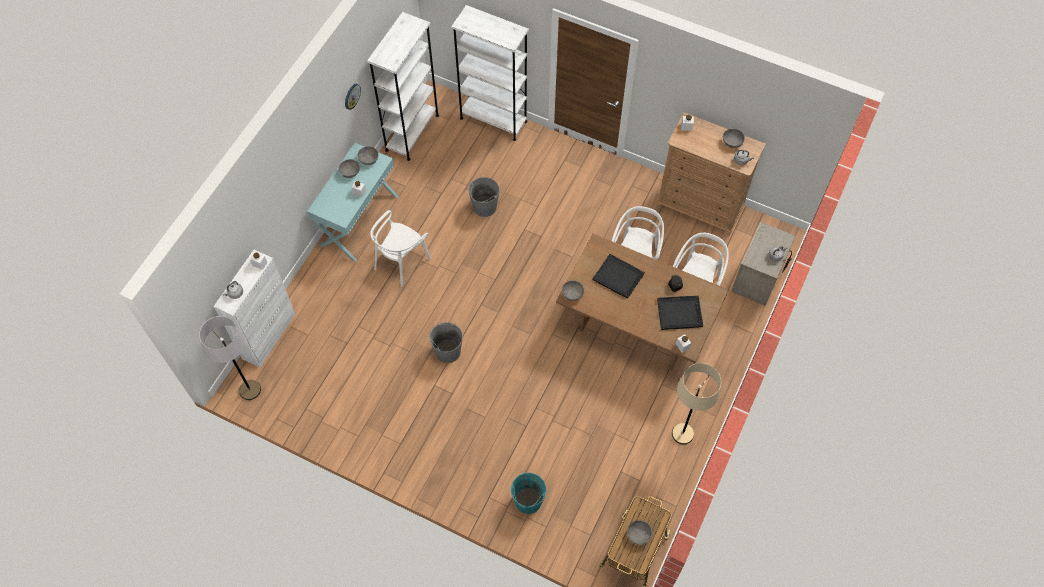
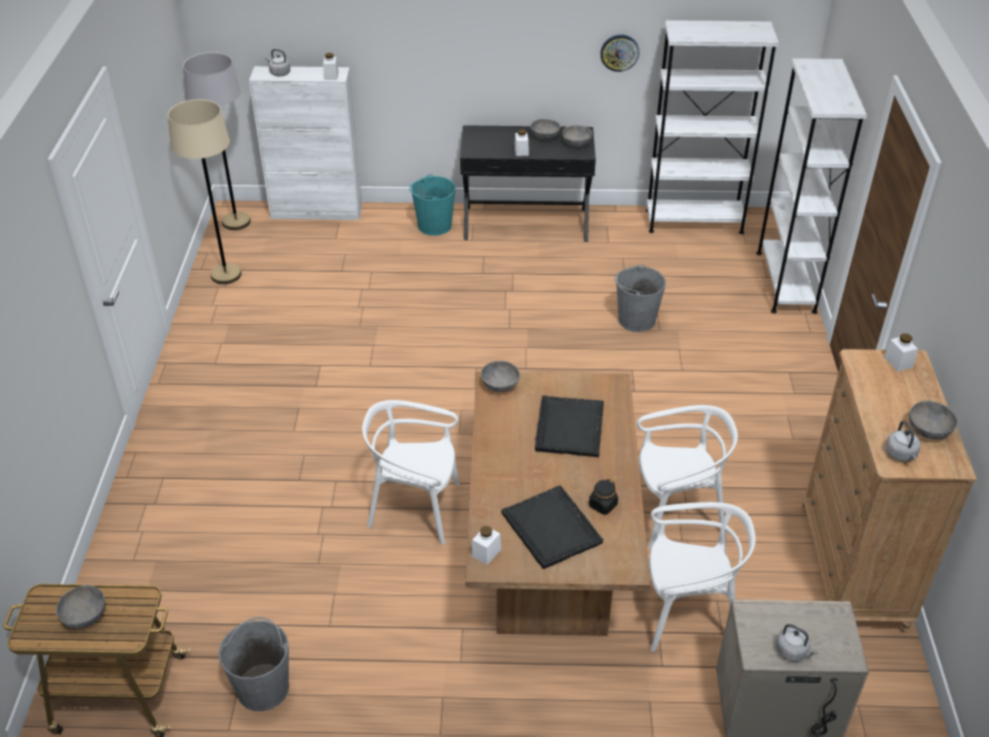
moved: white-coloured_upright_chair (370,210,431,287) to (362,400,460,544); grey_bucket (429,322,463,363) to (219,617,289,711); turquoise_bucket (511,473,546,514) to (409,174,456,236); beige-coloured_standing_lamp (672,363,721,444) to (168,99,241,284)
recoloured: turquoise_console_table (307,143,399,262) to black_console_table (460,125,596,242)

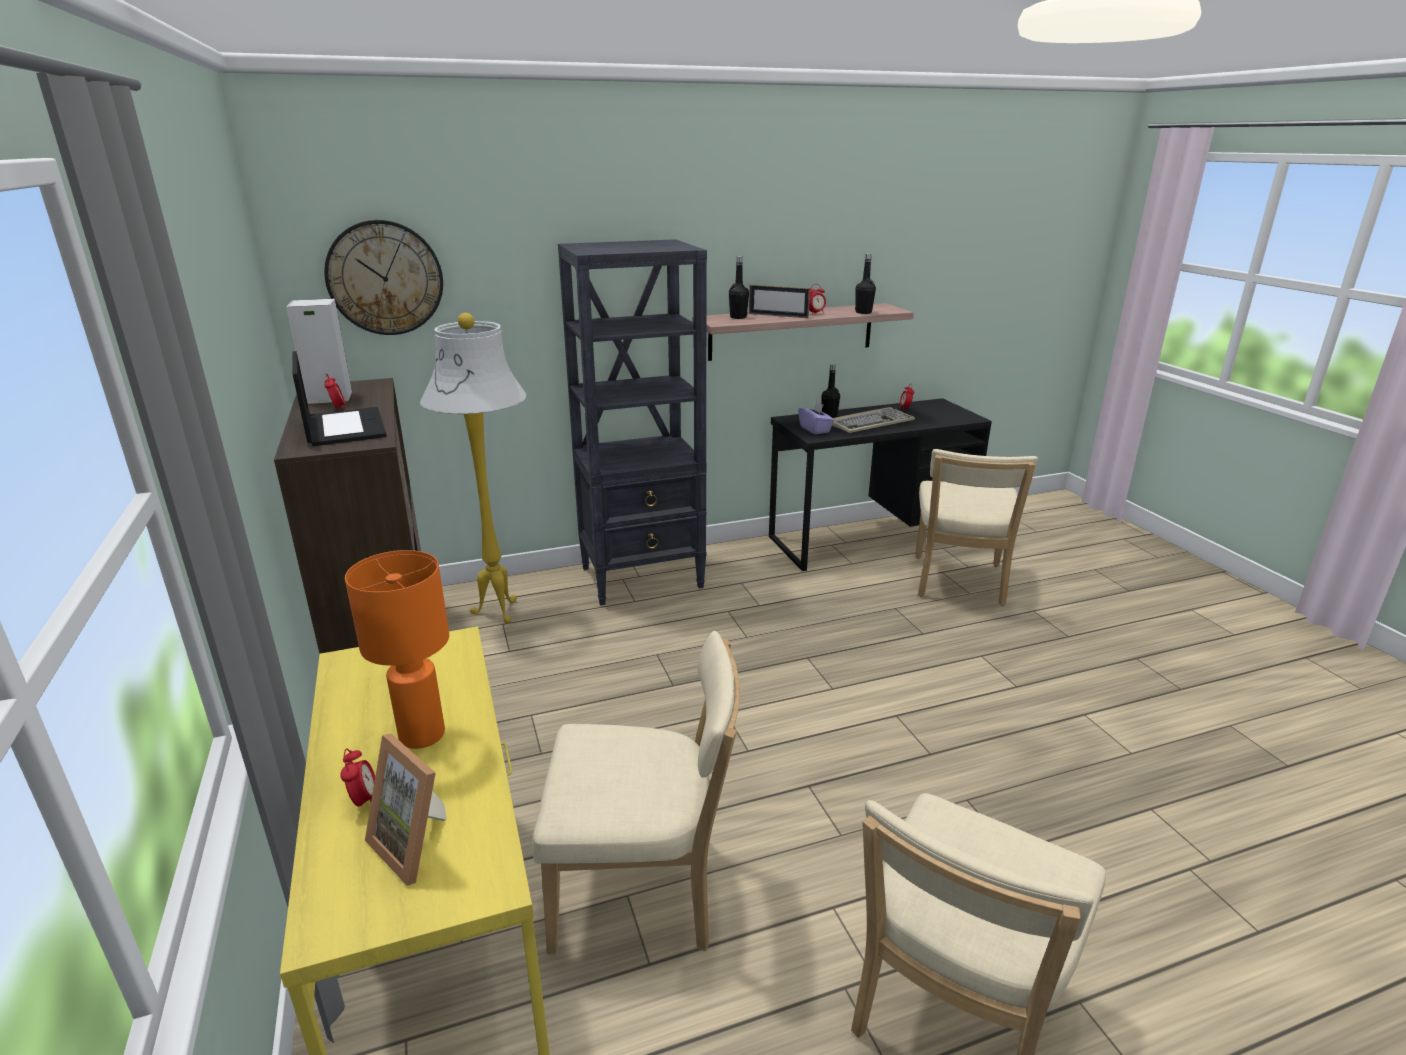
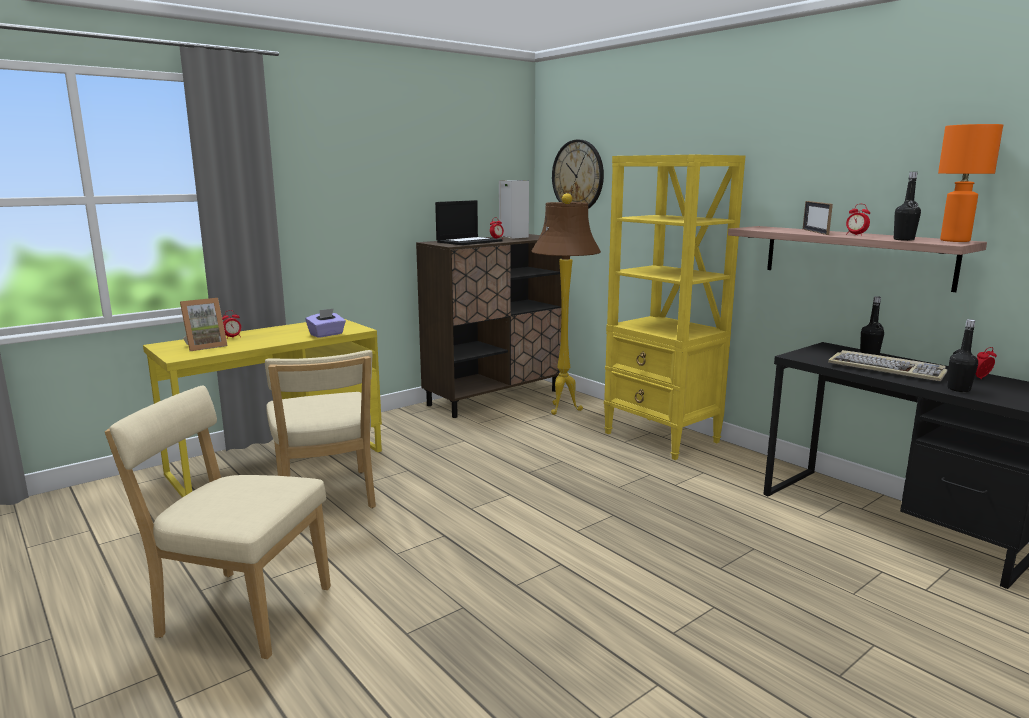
removed: beige-coloured_upright_chair (916,449,1038,606)
moved: orange-coloured_table_lamp (345,550,449,749) to (938,124,1003,242); black_beverage_bottle (729,256,749,319) to (947,319,978,392); purple-coloured_box_of_tissues (798,401,834,435) to (305,308,346,338)
recoloured: white-coloured_standing_lamp (420,313,526,624) to brown_standing_lamp (531,193,601,415); black_bookshelf (558,239,707,605) to yellow-coloured_bookshelf (604,155,745,460)
turned: photo_frame (365,733,447,886) = (180,298,228,351) 150 degrees counterclockwise

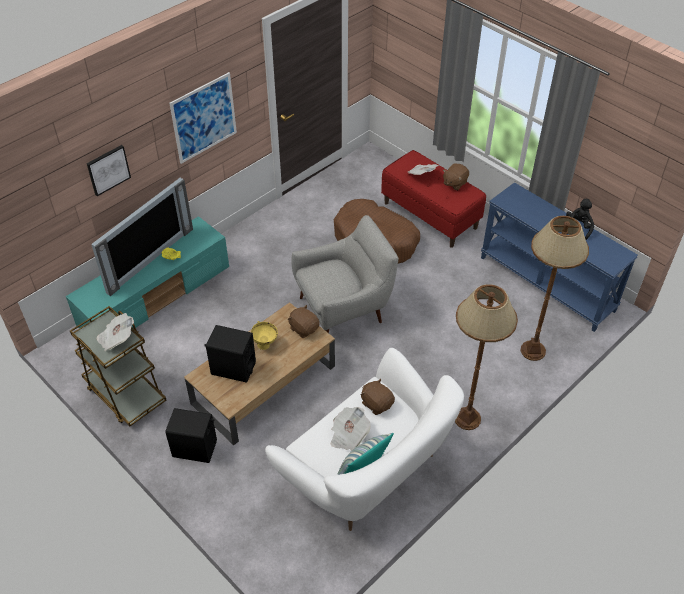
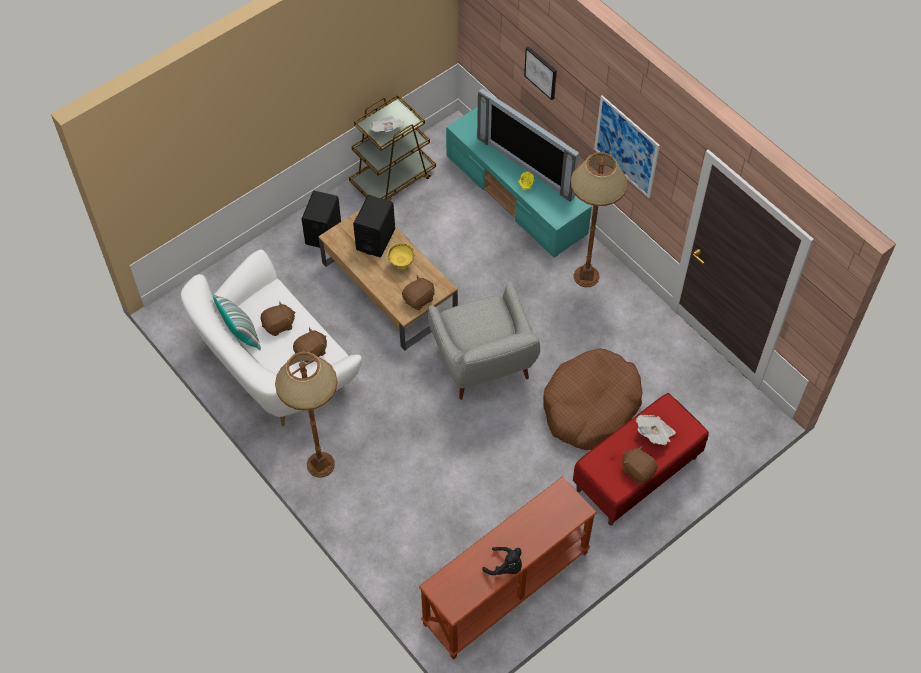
moved: brown_standing_lamp (520,216,589,361) to (571,152,627,287)
replaced: daily_paper (330,407,371,451) to brown_cuddly_toy (260,302,295,336)
recoloured: blue-coloured_console_table (481,182,638,332) to brown_console_table (419,476,596,660)

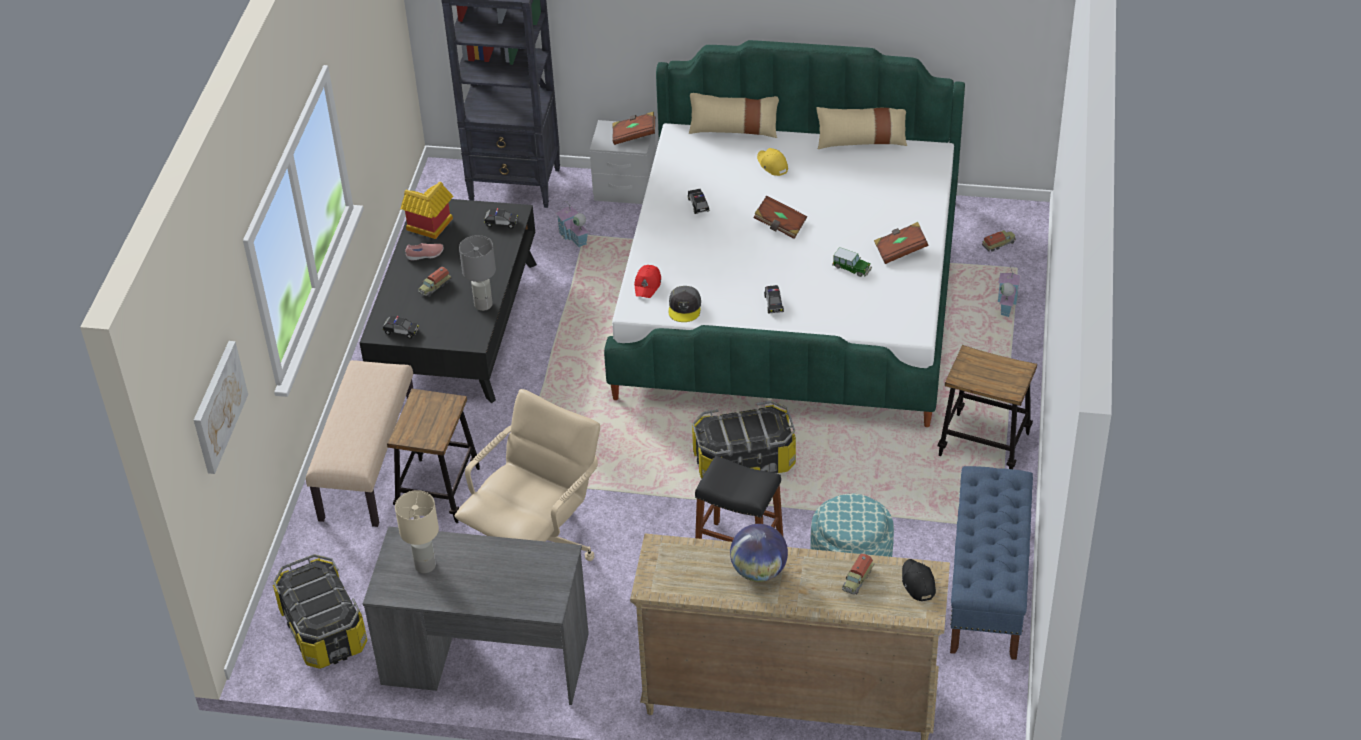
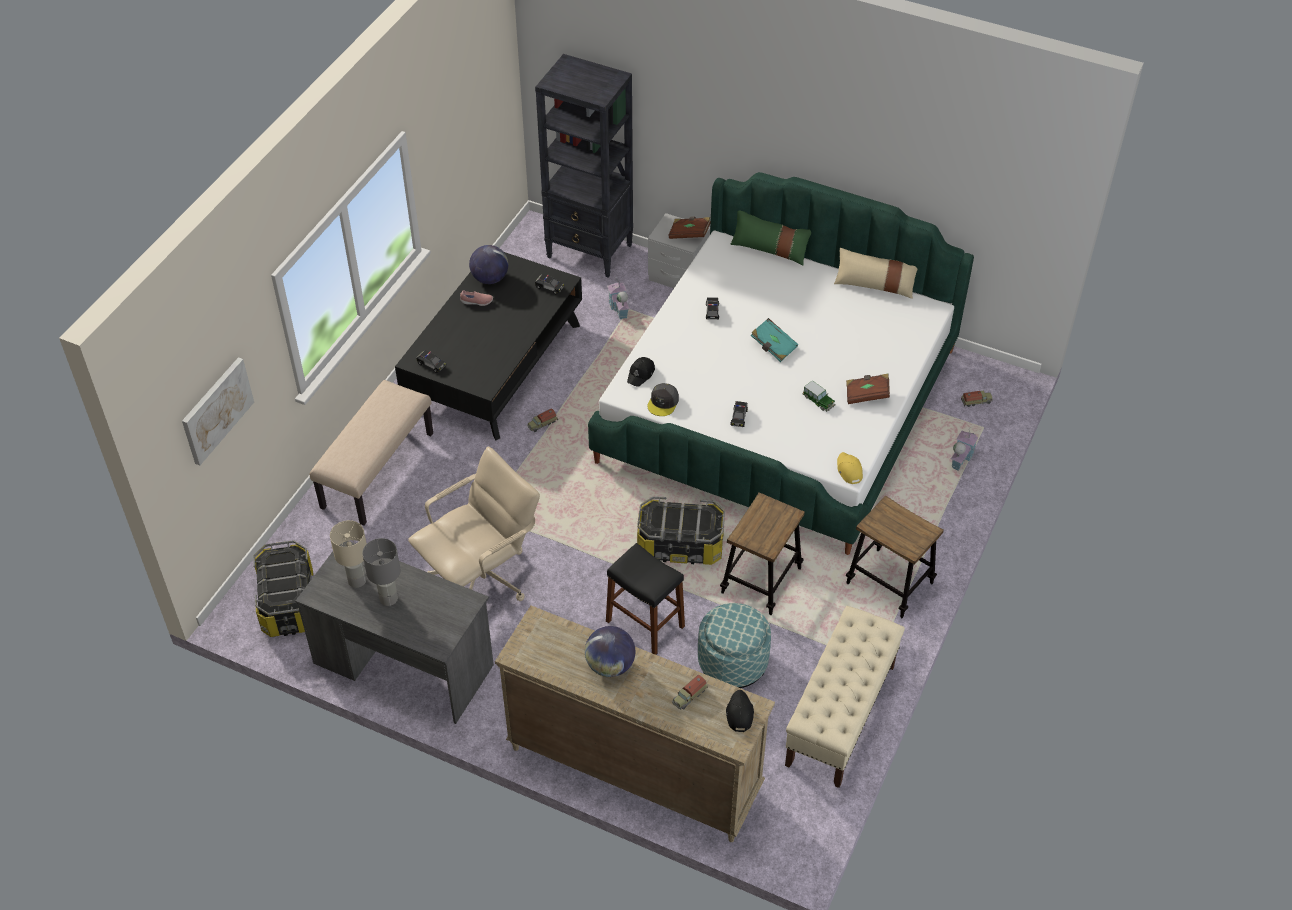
moved: stool_seat (387,388,480,523) to (720,492,805,615); toy_lorry (418,267,452,297) to (527,408,558,432); grey_table_lamp (459,235,496,311) to (362,538,401,606); yellow-coloured_baseball_cap (757,148,788,176) to (837,452,863,484)
replaced: miniature_house (401,182,454,239) to globe (469,245,508,284)
recoloured: red-coloured_baseball_cap (634,265,661,298) to black_baseball_cap (627,357,655,387); beige-coloured_cushion (689,93,779,138) to green-coloured_cushion (730,211,811,265); brown_bound_book (753,195,807,239) to turquoise_bound_book (750,318,799,362); blue-coloured_bench (950,466,1033,660) to beige-coloured_bench (785,606,905,788)

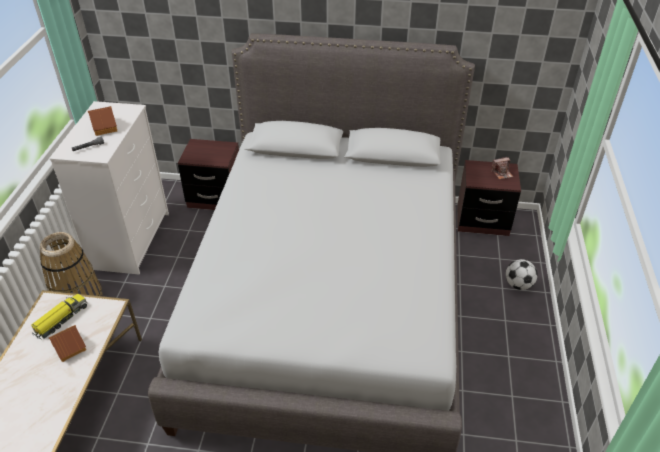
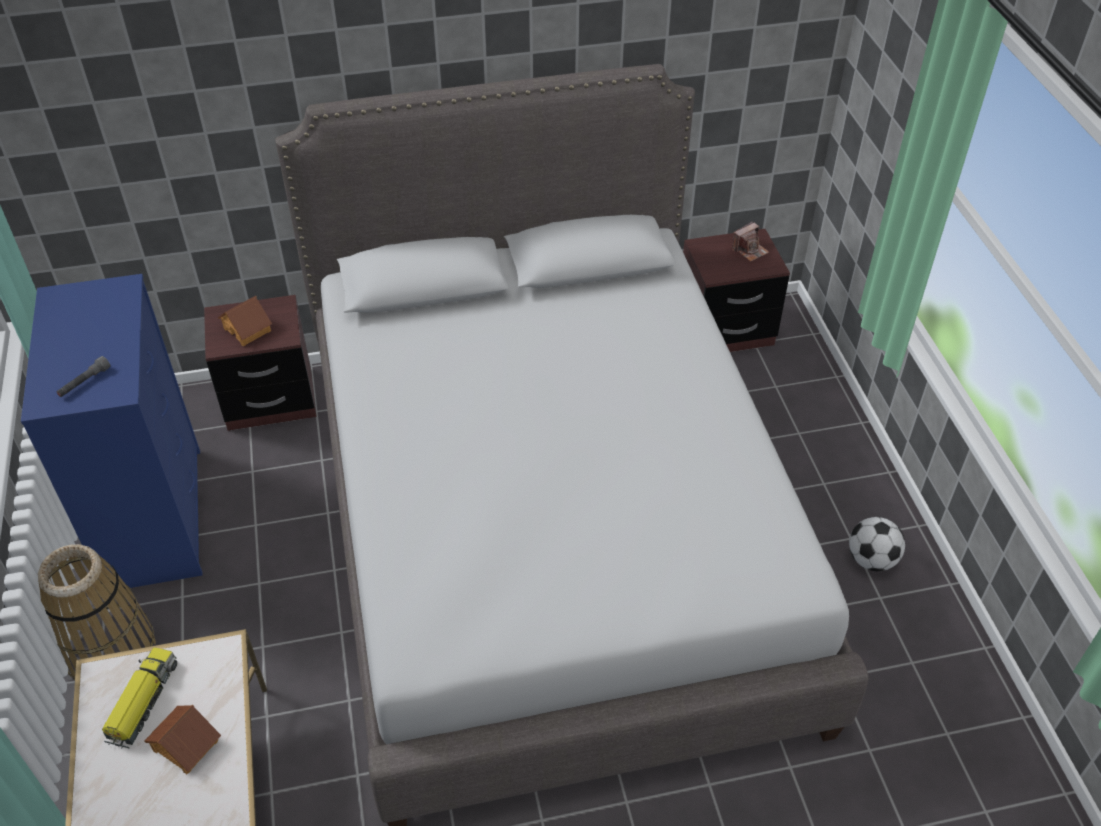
moved: miniature_house (88,106,117,136) to (218,296,272,346); football_ball (506,259,538,290) to (849,517,905,571)
recoloured: white-coloured_chest_of_drawers (49,101,169,274) to blue-coloured_chest_of_drawers (21,274,203,588)

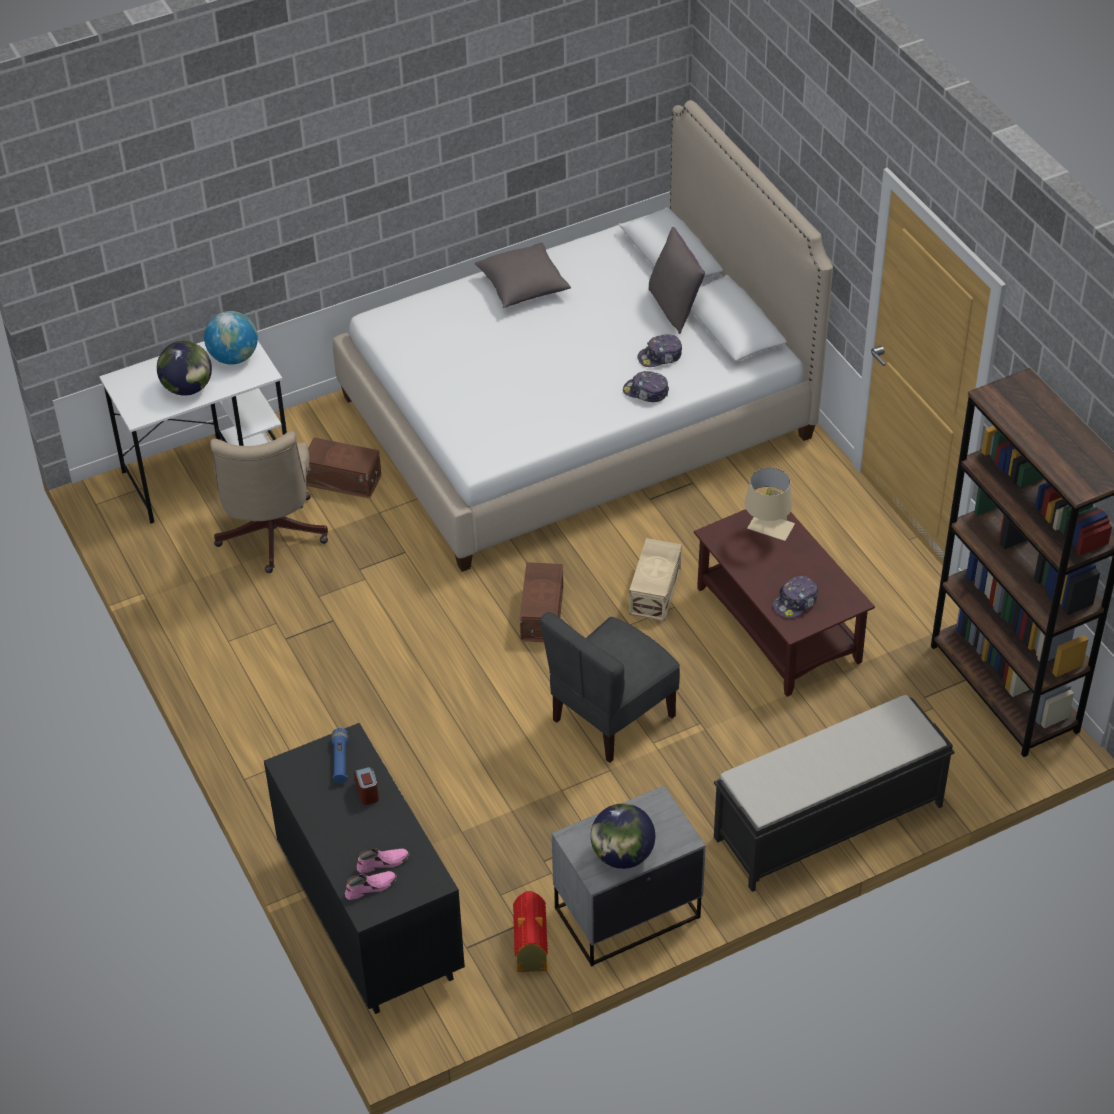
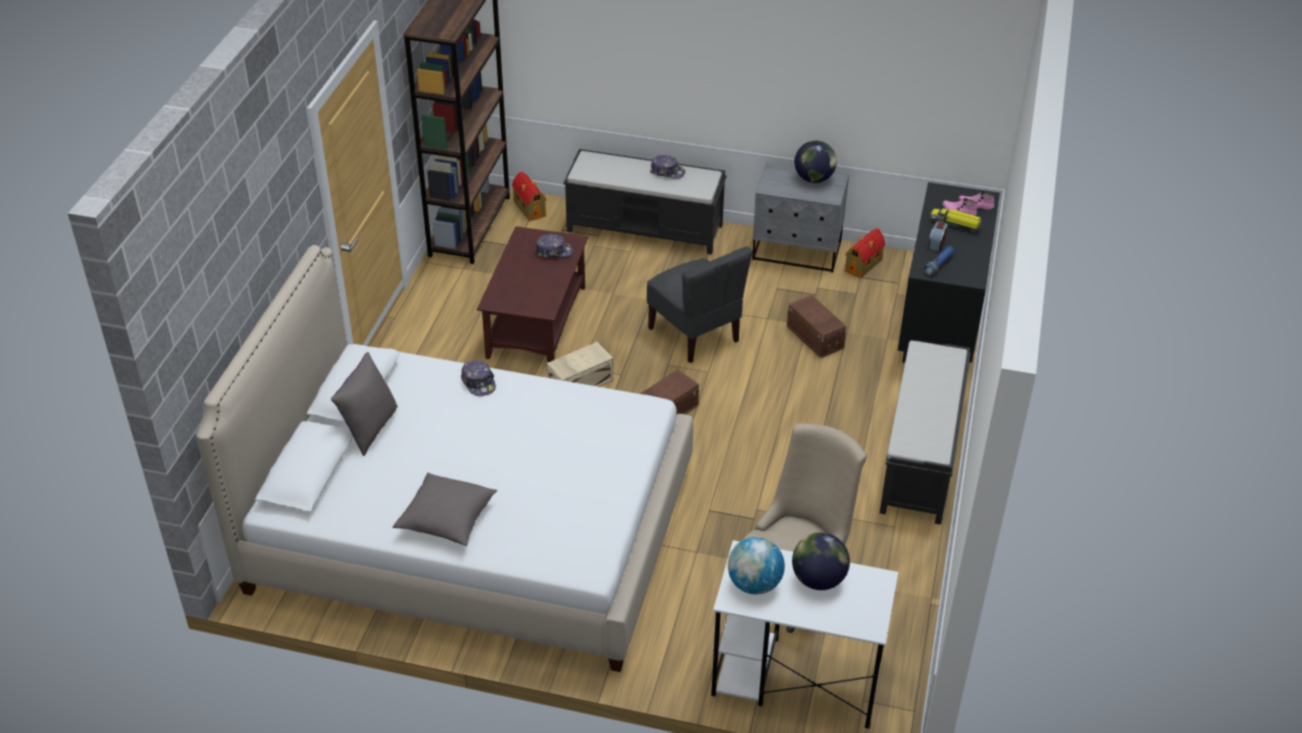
removed: beige-coloured_table_lamp (745,467,795,541)
added: miniature_house (512,172,547,221); black_bench (880,340,971,525); toy_lorry (930,208,982,233)
moved: brown_storage_container (306,437,381,499) to (787,295,847,358); baseball_cap (638,334,682,367) to (650,155,685,179)
turned: grey_upright_chair (540,612,680,763) = (647,246,752,363) 60 degrees clockwise

